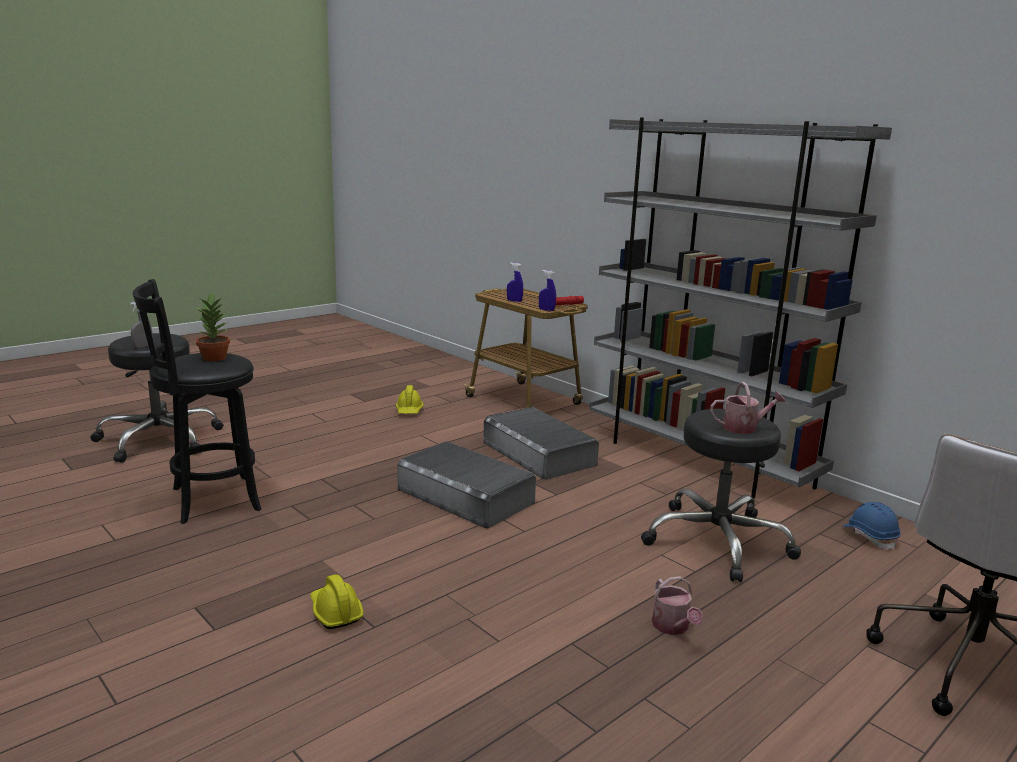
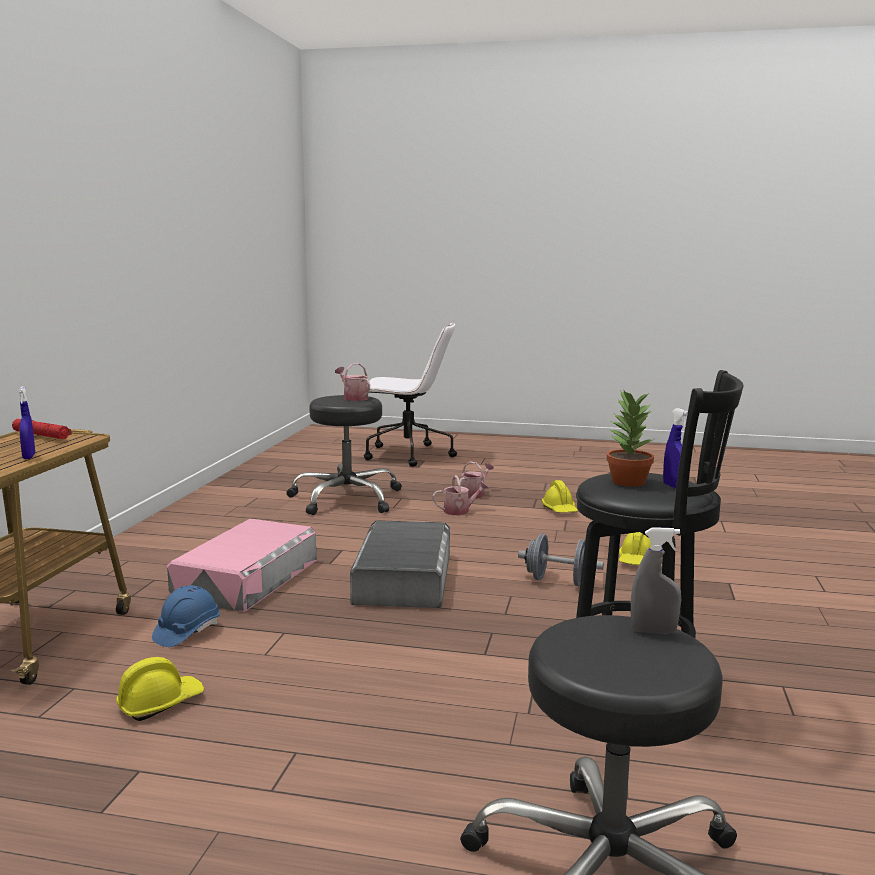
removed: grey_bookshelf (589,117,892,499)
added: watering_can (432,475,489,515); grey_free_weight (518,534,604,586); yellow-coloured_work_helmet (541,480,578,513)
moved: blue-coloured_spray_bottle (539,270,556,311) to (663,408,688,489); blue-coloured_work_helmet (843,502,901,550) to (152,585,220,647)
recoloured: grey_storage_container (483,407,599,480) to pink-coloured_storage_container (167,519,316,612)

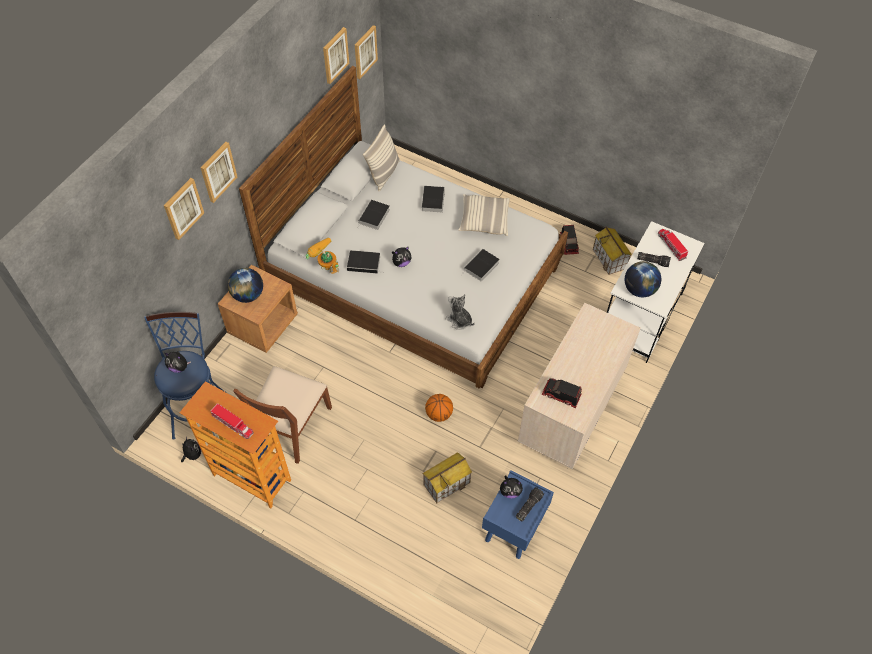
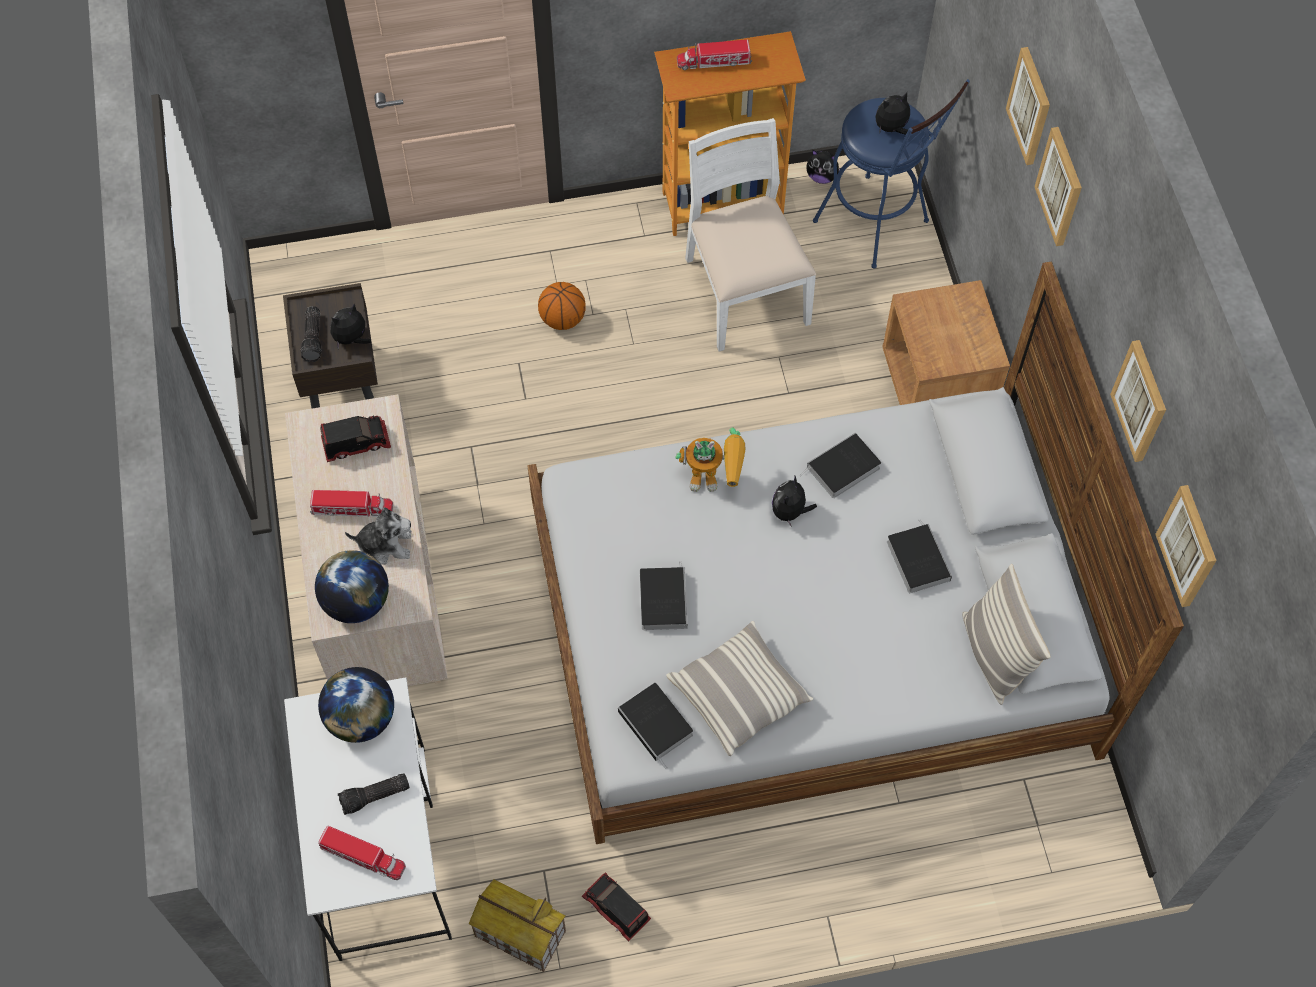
removed: miniature_house (422,452,472,504)
added: toy_lorry (310,490,394,517)
moved: globe (228,268,263,303) to (315,550,389,623); robot_figure (305,237,339,274) to (675,428,745,492); picture (355,25,378,79) to (1110,340,1166,462); bound_book (422,186,445,212) to (618,683,693,769); basketball (425,394,453,422) to (538,282,586,330); cuddly_toy (445,294,475,330) to (345,507,412,564)
recoloured: brown_upright_chair (233,366,332,464) to white-coloured_upright_chair (685,118,816,352); blue-coloured_night_table (482,470,554,559) to brown_night_table (283,283,378,408)

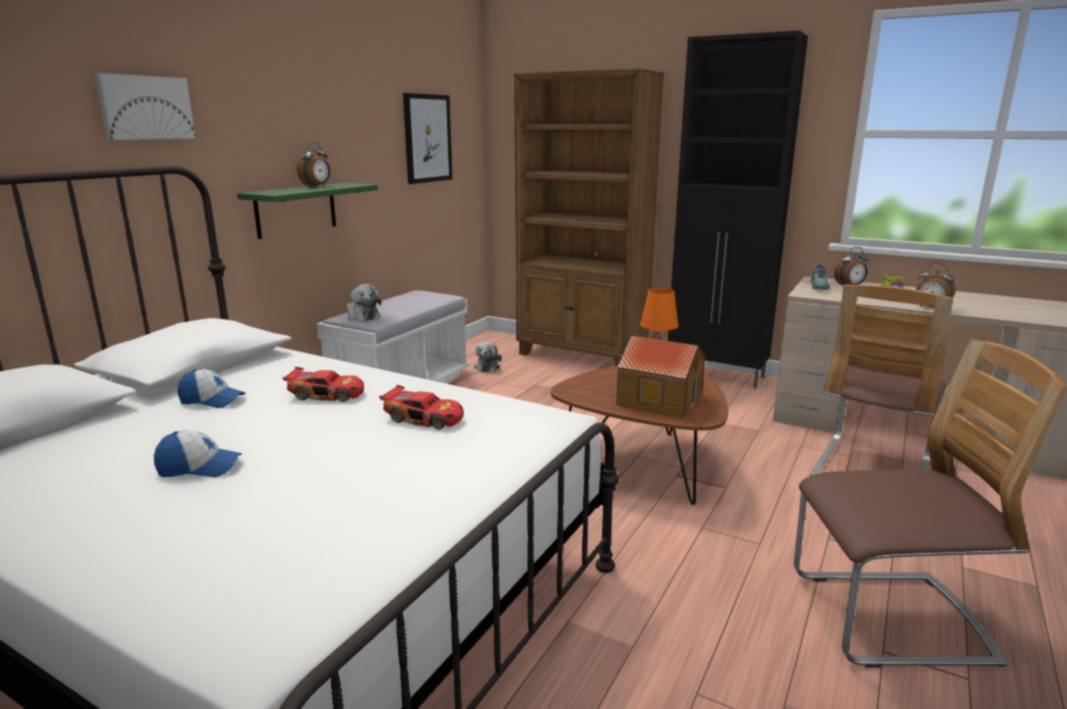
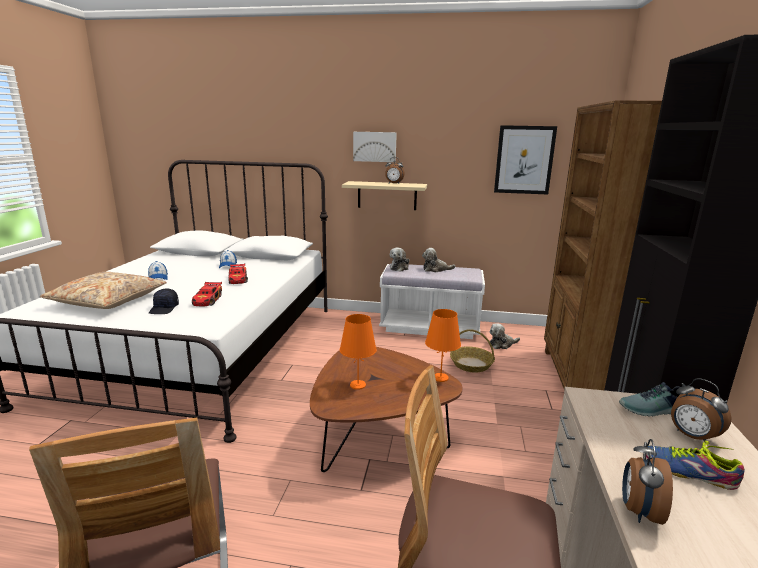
added: beige-coloured_cushion (40,272,167,309); black_baseball_cap (149,288,179,314); cuddly_toy (422,248,455,272); storage_basket (450,329,495,372)
moved: picture (94,73,196,140) to (353,132,397,162)
replaced: miniature_house (616,332,706,419) to orange-coloured_table_lamp (340,314,377,390)
recoloured: green-coloured_shelf (237,183,378,239) to beige-coloured_shelf (342,181,427,210)

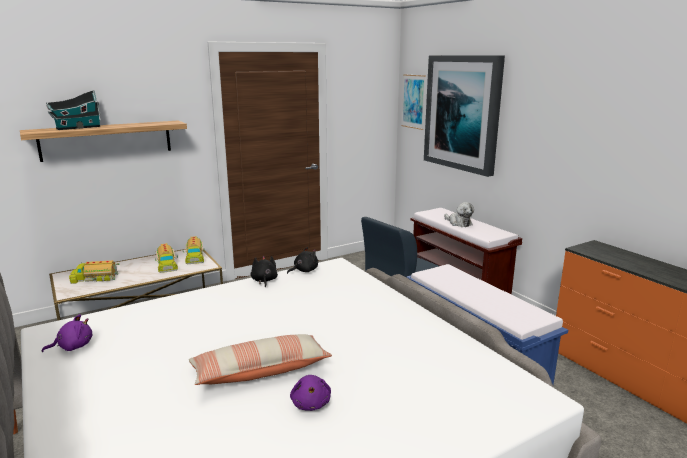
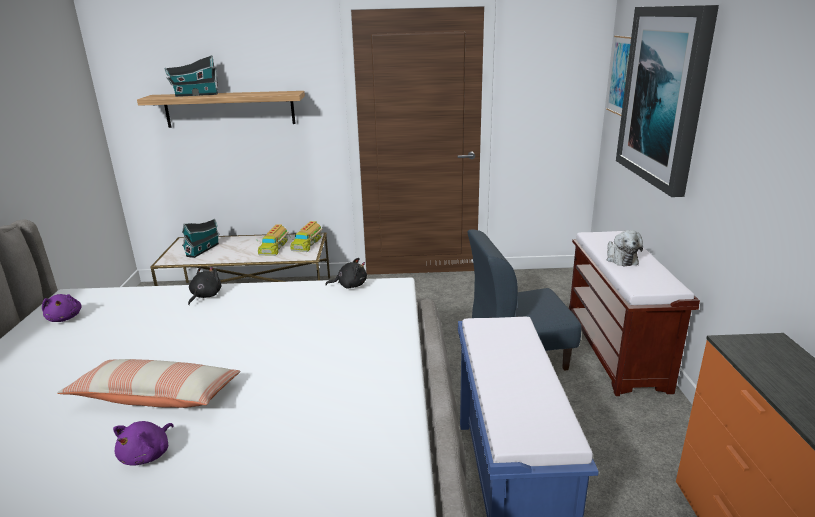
moved: black_cuddly_toy (251,256,278,288) to (188,267,222,305)
replaced: toy_lorry (69,260,119,284) to miniature_house (182,219,219,258)
turned: purple-coloured_cuddly_toy (42,314,92,352) = (42,294,82,322) 60 degrees clockwise

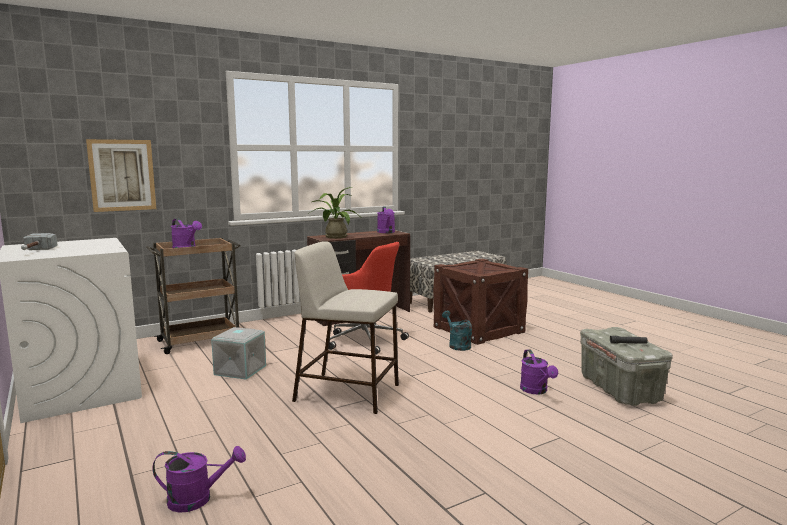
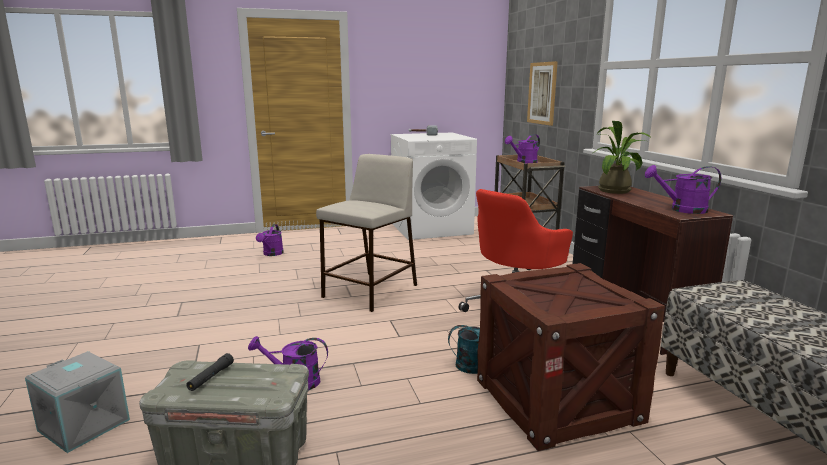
moved: grey_storage_container (211,327,266,380) to (25,351,130,453)

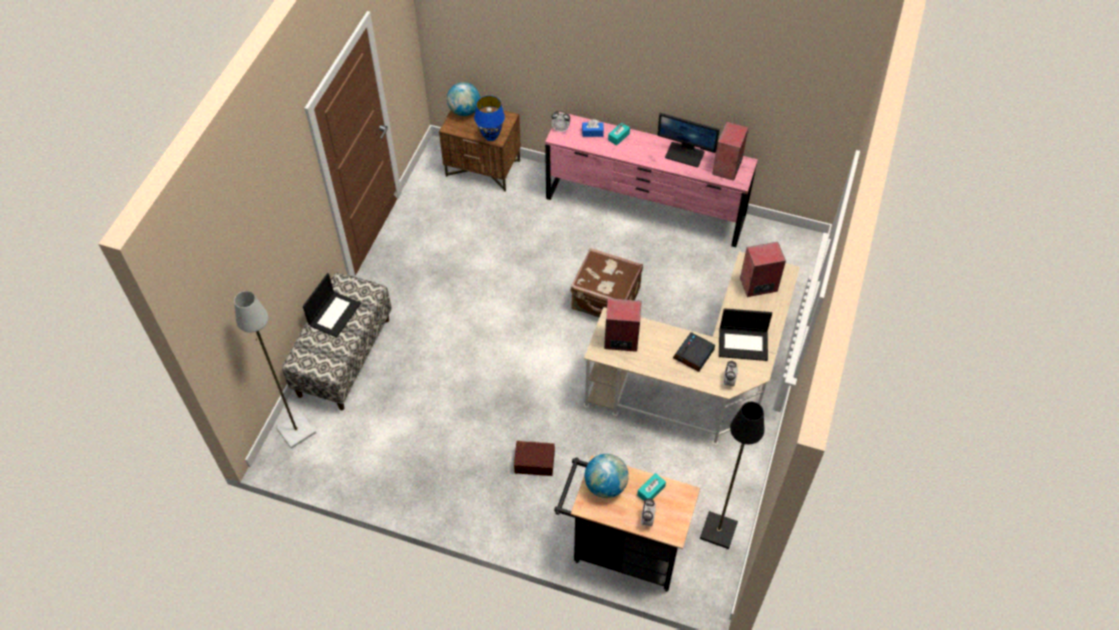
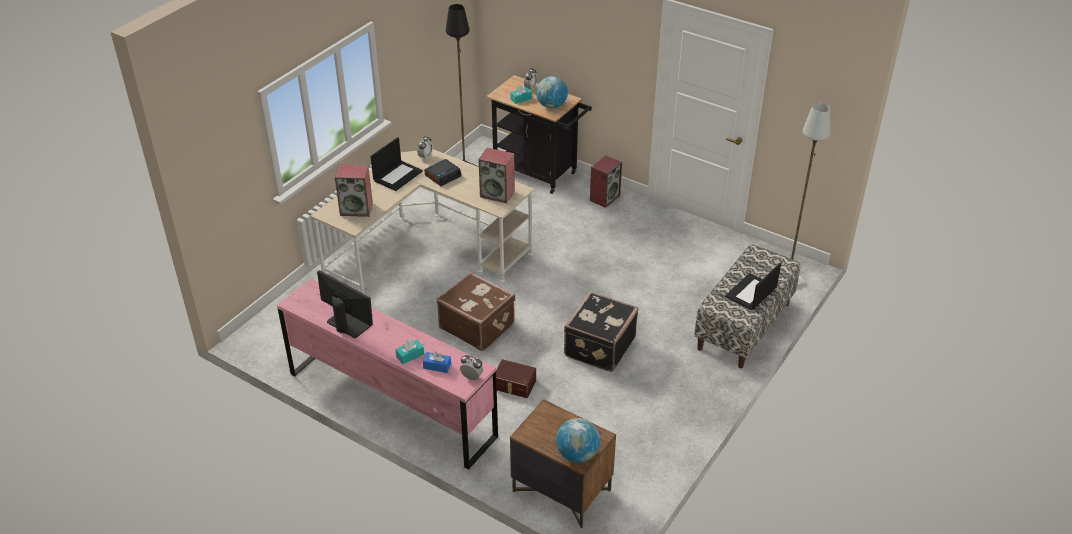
removed: blue-coloured_table_lamp (474,96,505,141)
added: black_travel_case (564,291,639,372)
moved: brown_storage_container (514,441,555,476) to (496,359,536,398); loudspeaker (712,121,749,181) to (590,155,622,208)
turned: notebook_computer (719,308,772,361) = (371,137,423,191) 105 degrees clockwise

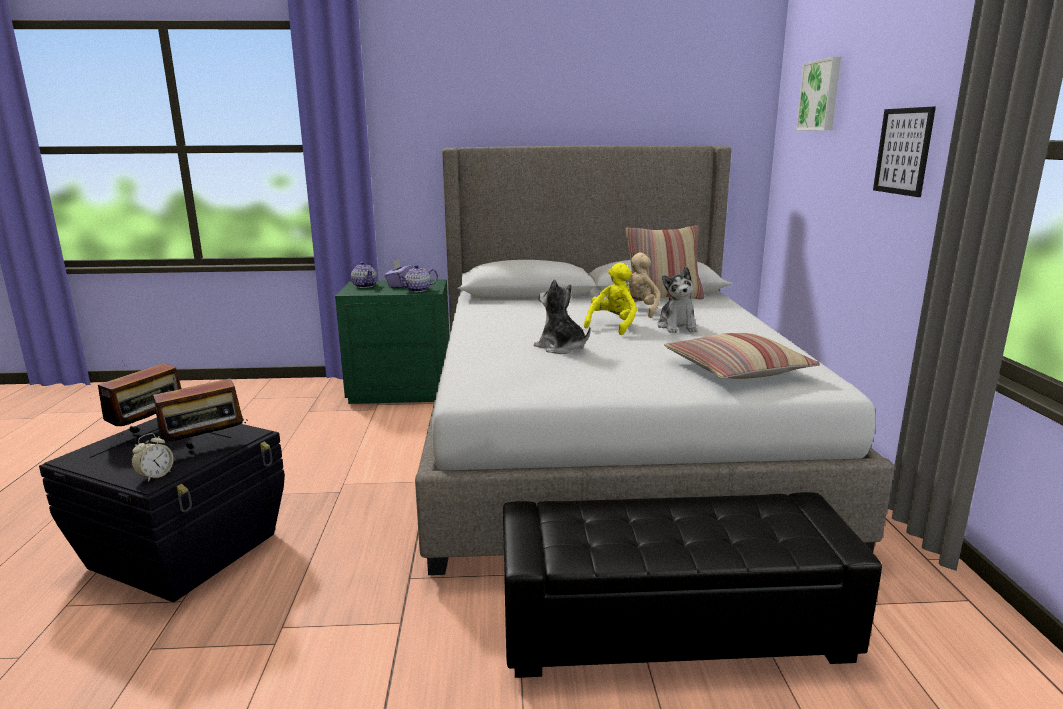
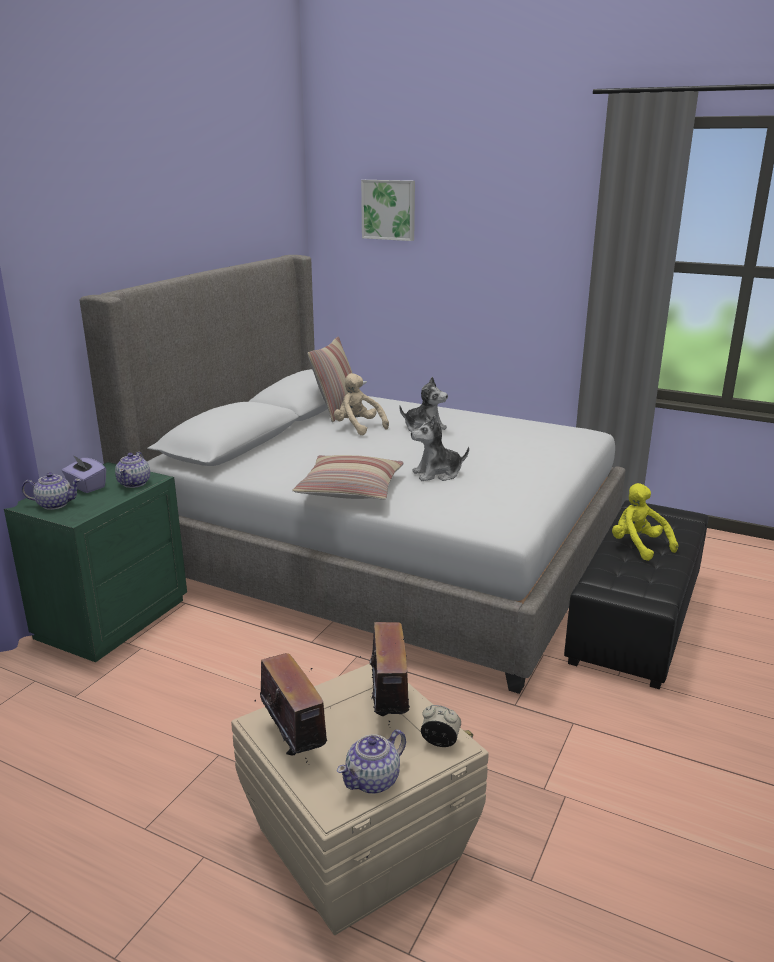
removed: picture (873,107,936,197)
added: tea_pot (337,730,406,794)
moved: yellow-coloured_cuddly_toy (584,262,637,335) to (612,483,678,561); cushion (664,333,820,379) to (292,455,404,500)
recoloured: black_storage_container (39,418,285,602) to beige-coloured_storage_container (231,664,489,935)
turned: bedside_clock (132,433,174,482) = (421,705,461,747) 45 degrees counterclockwise

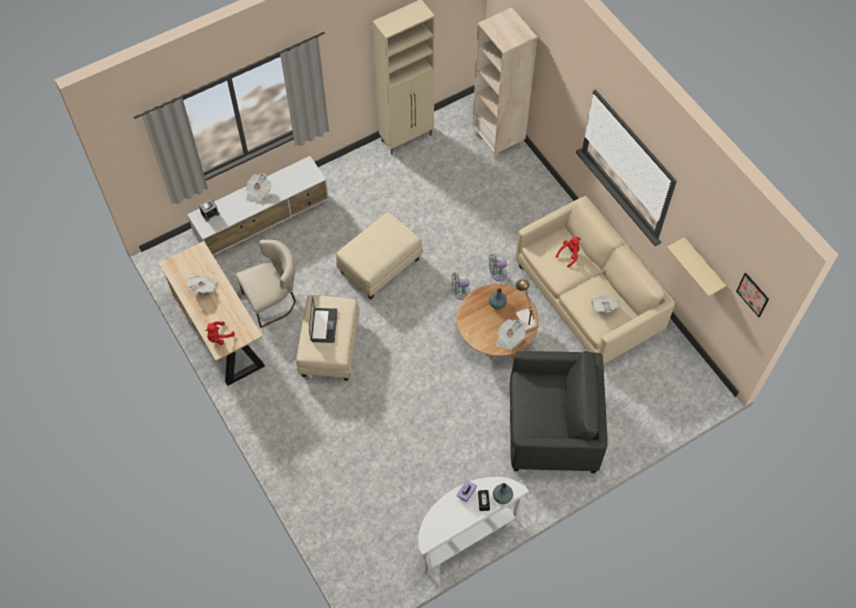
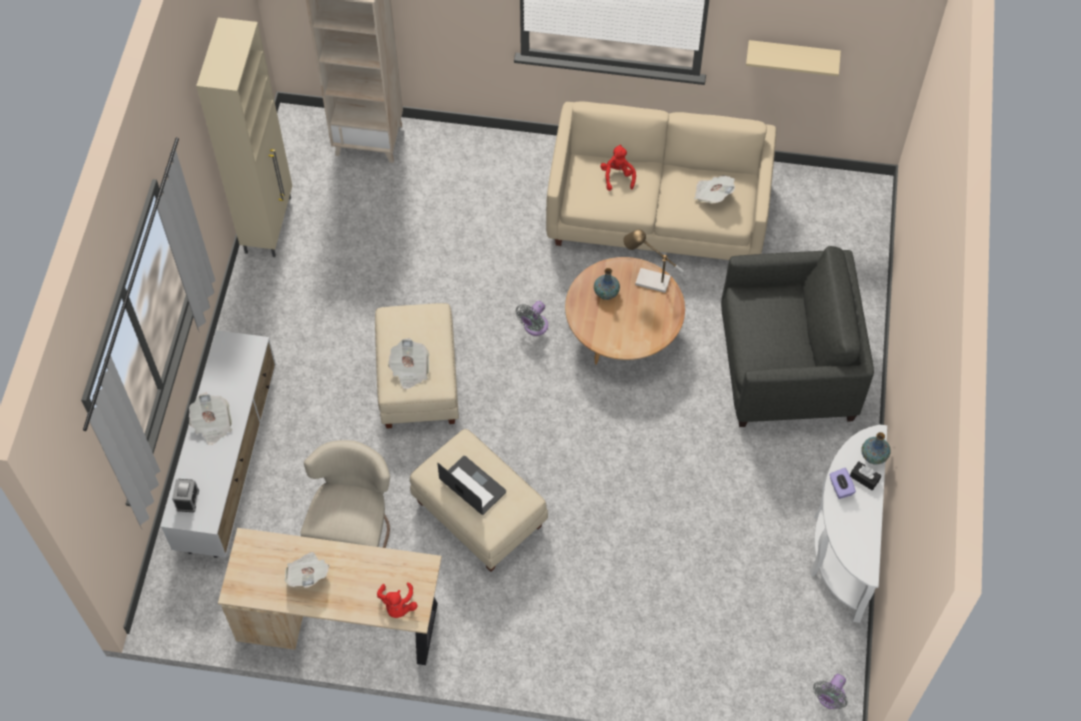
removed: picture (736,273,769,317)
moved: grey_electric_fan (489,254,507,281) to (813,674,848,709); daily_paper (496,319,525,351) to (388,338,429,390)
turned: grey_armchair (510,351,608,473) = (721,246,874,427) 45 degrees clockwise

